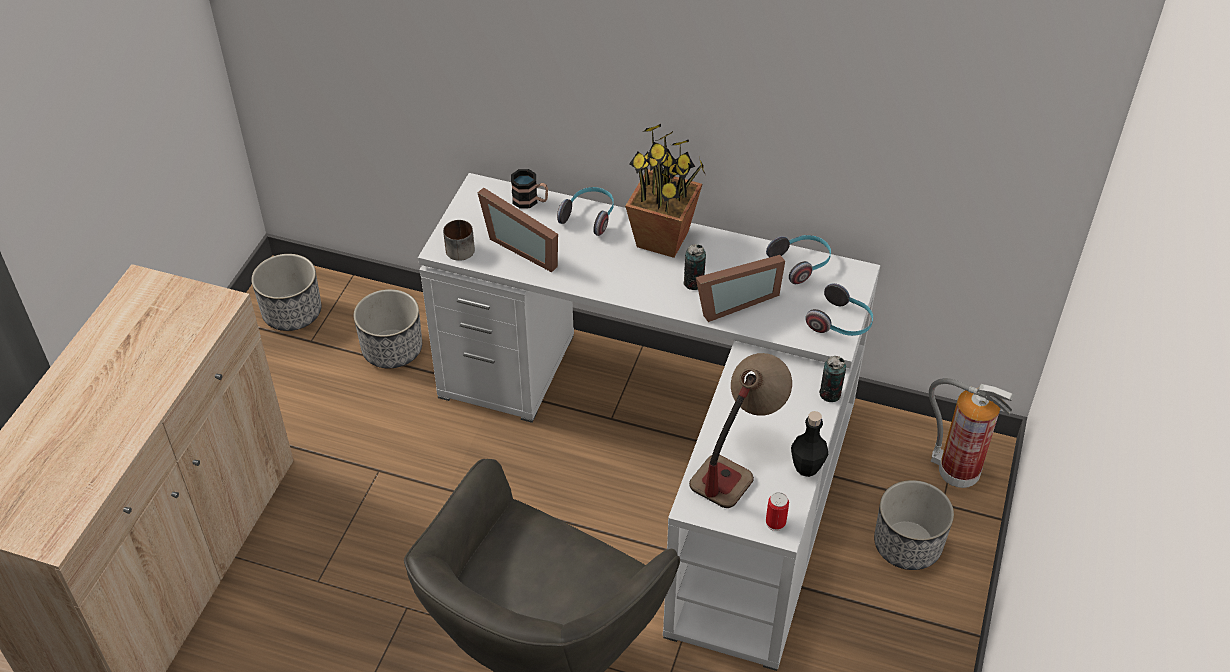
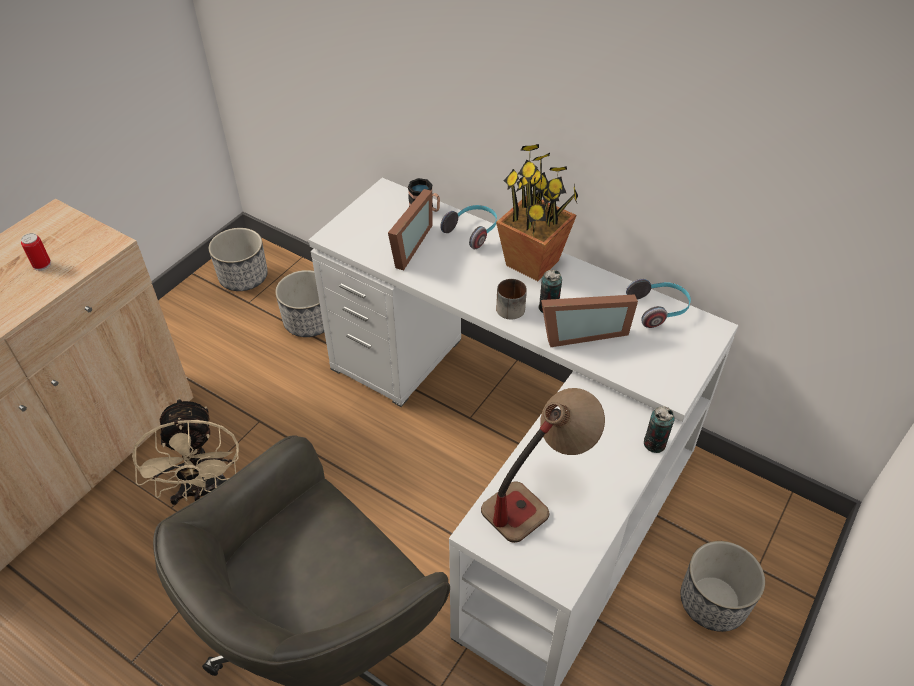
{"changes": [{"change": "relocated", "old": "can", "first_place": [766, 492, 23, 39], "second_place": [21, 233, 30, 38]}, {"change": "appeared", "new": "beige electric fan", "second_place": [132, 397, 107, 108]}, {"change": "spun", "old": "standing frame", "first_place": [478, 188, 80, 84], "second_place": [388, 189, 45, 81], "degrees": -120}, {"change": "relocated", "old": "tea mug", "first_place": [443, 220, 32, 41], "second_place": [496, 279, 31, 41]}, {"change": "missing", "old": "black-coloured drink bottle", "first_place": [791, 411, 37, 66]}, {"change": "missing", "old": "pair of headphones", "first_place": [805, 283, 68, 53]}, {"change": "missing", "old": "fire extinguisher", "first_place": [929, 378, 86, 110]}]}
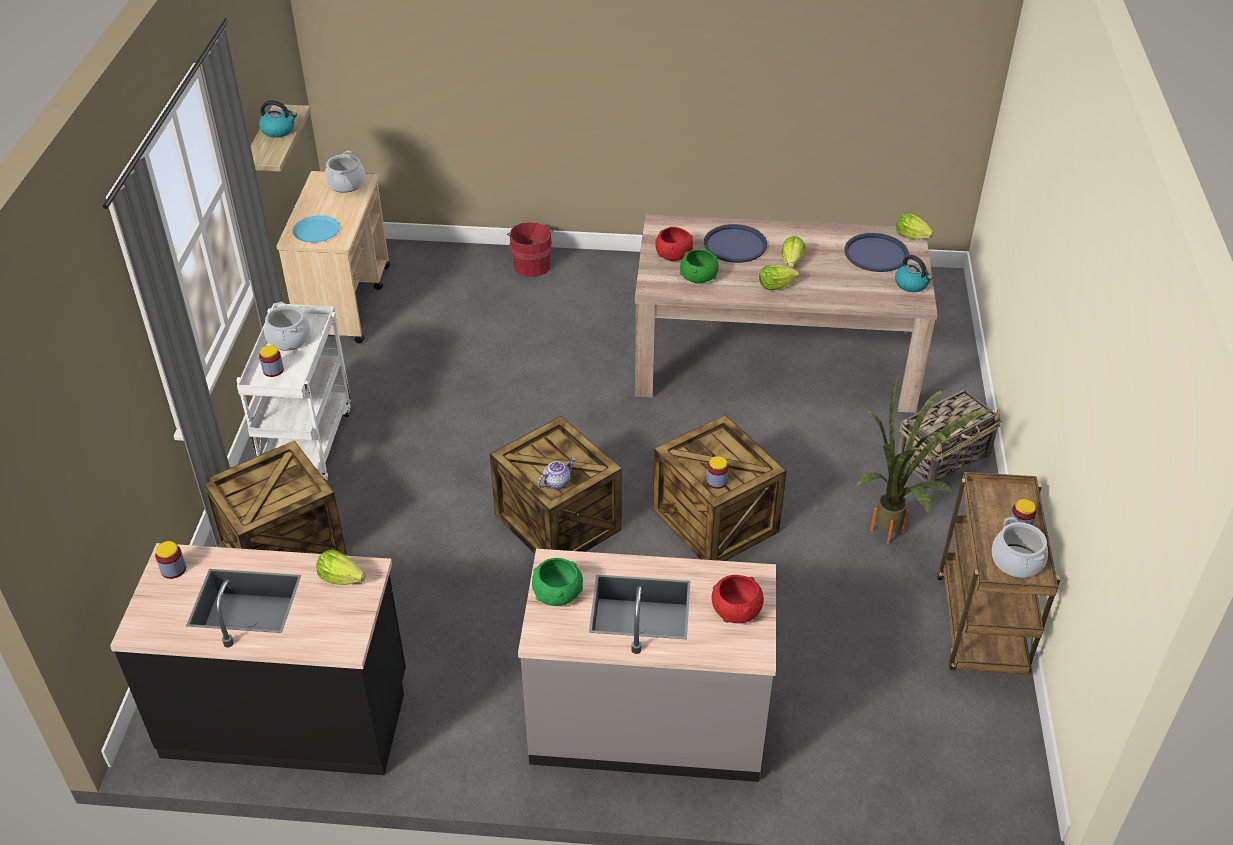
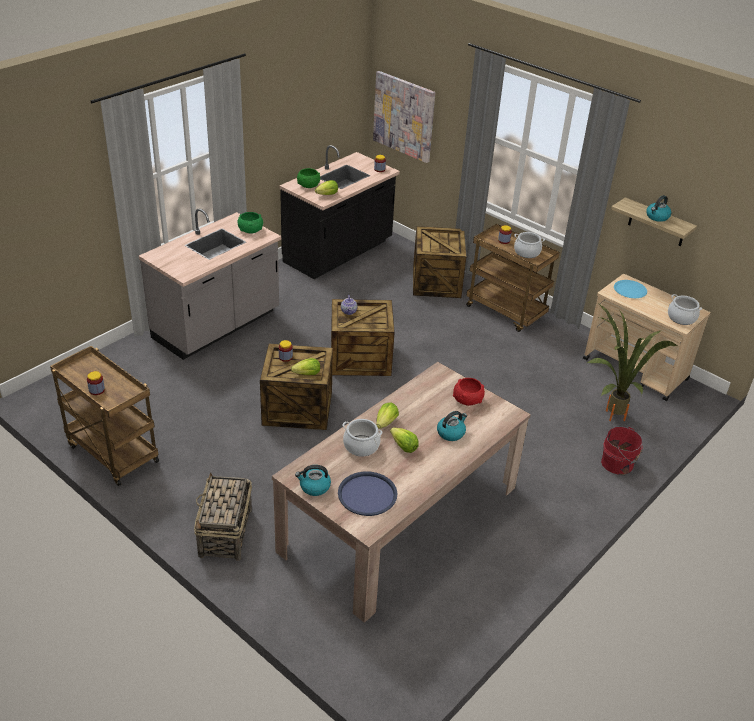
{"changes": [{"change": "relocated", "old": "lettuce head", "first_place": [896, 213, 38, 26], "second_place": [291, 358, 29, 17]}, {"change": "relocated", "old": "greenish deep dish", "first_place": [680, 249, 39, 35], "second_place": [297, 168, 23, 20]}, {"change": "relocated", "old": "stockpot", "first_place": [992, 517, 56, 61], "second_place": [342, 419, 40, 38]}, {"change": "appeared", "new": "picture", "second_place": [373, 71, 62, 92]}, {"change": "exchanged", "old": "blue-coloured serving tray", "new": "tea kettle", "first_place": [704, 224, 63, 39], "second_place": [437, 411, 30, 30]}, {"change": "colour", "old": "white-coloured cart", "new": "brownish cart", "first_place": [236, 303, 115, 180], "second_place": [466, 224, 94, 108]}, {"change": "relocated", "old": "plant in a pot", "first_place": [855, 372, 140, 172], "second_place": [587, 304, 90, 117]}, {"change": "missing", "old": "red deep dish", "first_place": [712, 575, 52, 48]}]}
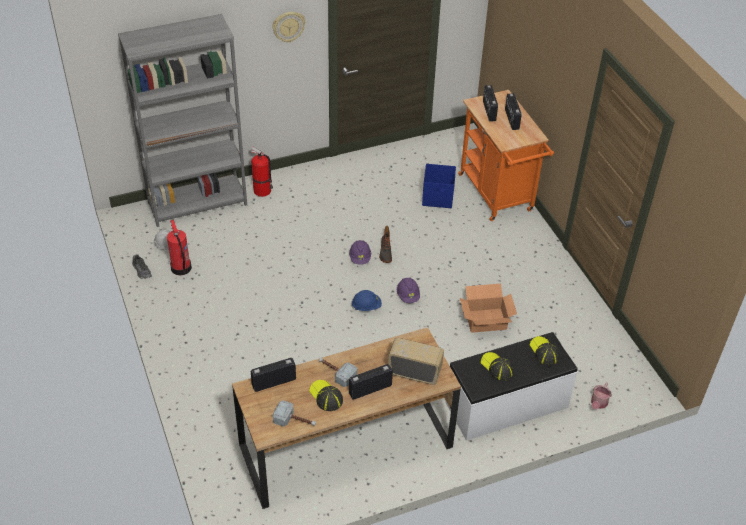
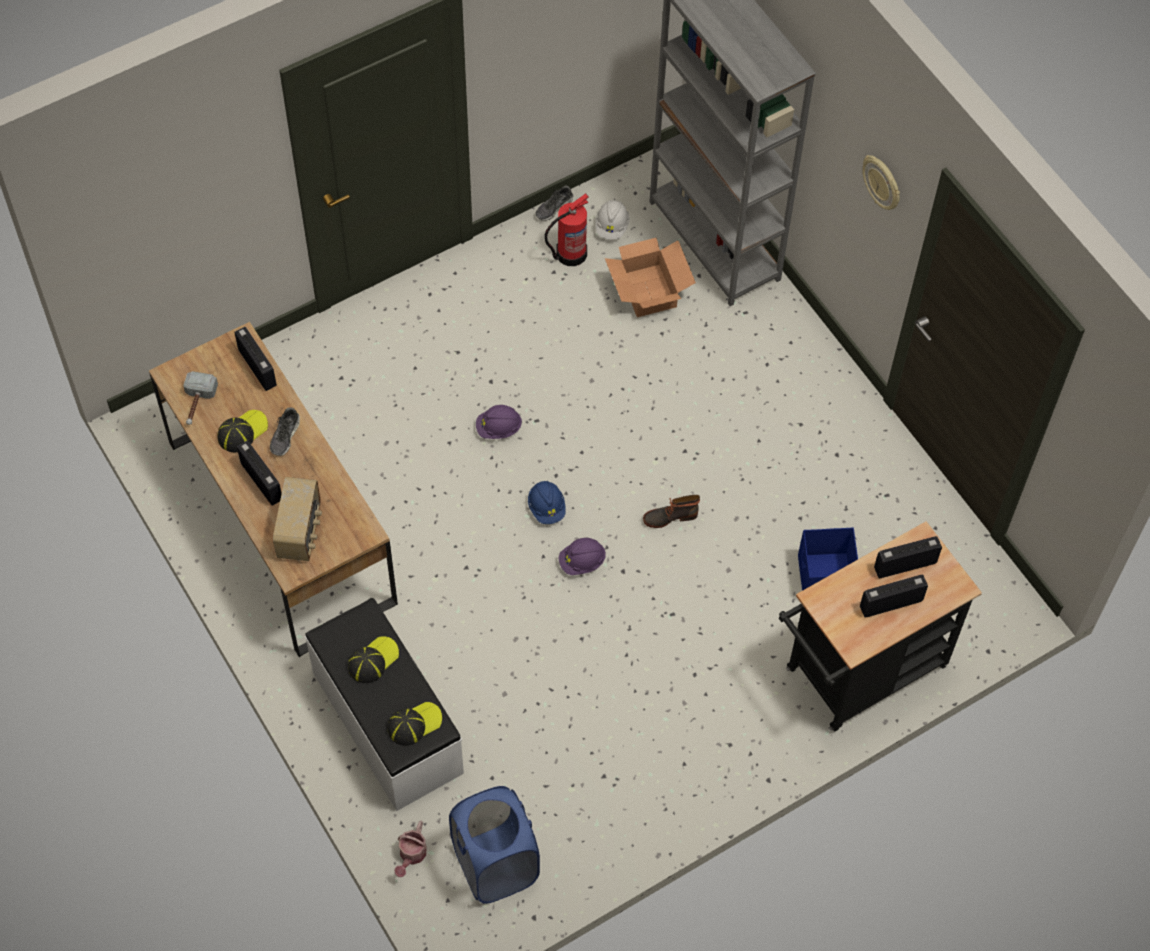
{"changes": [{"change": "exchanged", "old": "hammer", "new": "low shoe", "first_place": [319, 358, 38, 29], "second_place": [270, 408, 30, 48]}, {"change": "spun", "old": "sprinkling can", "first_place": [591, 382, 21, 27], "second_place": [394, 821, 32, 56], "degrees": -90}, {"change": "appeared", "new": "blue-coloured laundry basket", "second_place": [449, 786, 91, 118]}, {"change": "relocated", "old": "purple-coloured hard hat", "first_place": [349, 240, 22, 25], "second_place": [476, 405, 46, 34]}, {"change": "relocated", "old": "carton", "first_place": [460, 284, 57, 49], "second_place": [605, 237, 91, 80]}, {"change": "colour", "old": "orangey cart", "new": "black-coloured cart", "first_place": [458, 90, 96, 131], "second_place": [779, 522, 203, 209]}, {"change": "missing", "old": "fire extinguisher", "first_place": [250, 147, 23, 50]}]}
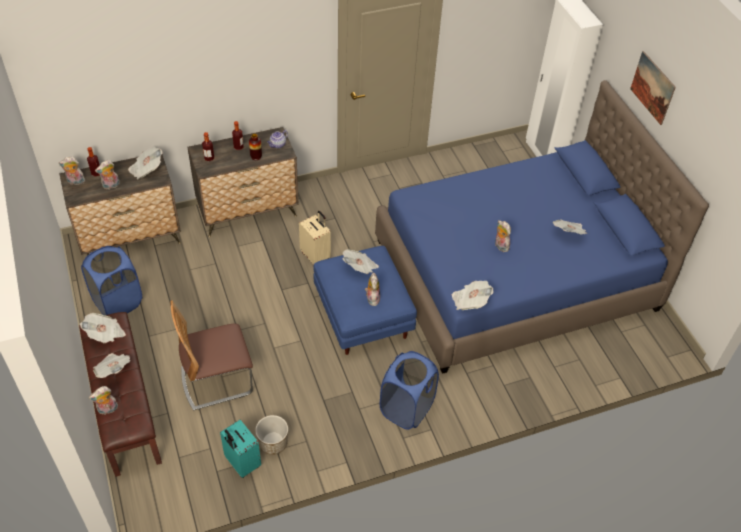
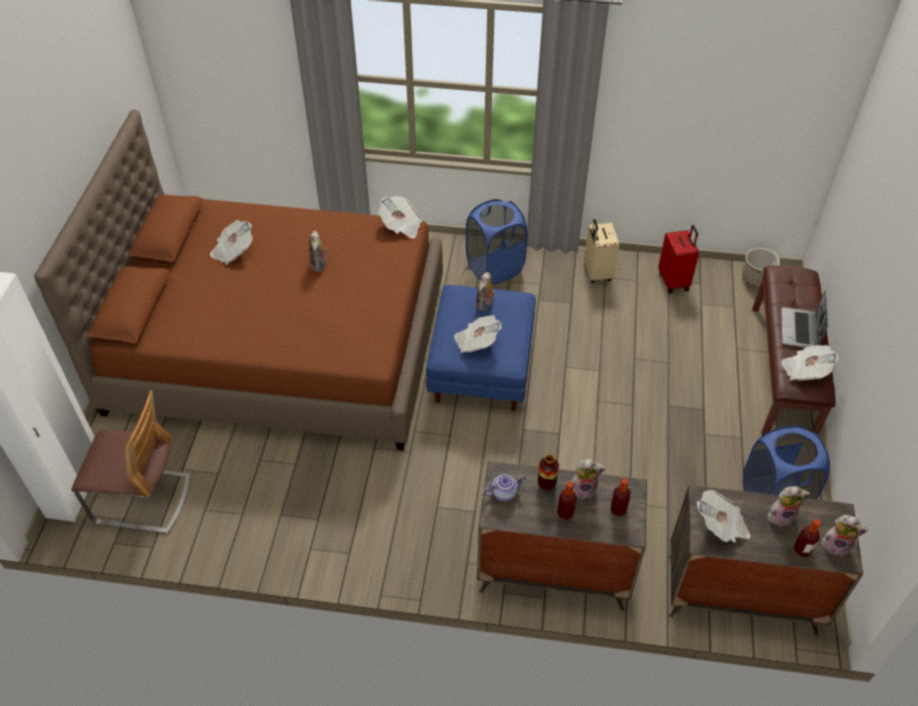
{"changes": [{"change": "colour", "old": "blue-coloured sleeping bed", "new": "brownish sleeping bed", "first_place": [375, 80, 334, 294], "second_place": [34, 109, 409, 342]}, {"change": "relocated", "old": "chair", "first_place": [171, 300, 82, 111], "second_place": [71, 390, 119, 143]}, {"change": "relocated", "old": "cuddly toy", "first_place": [89, 386, 29, 29], "second_place": [571, 459, 35, 40]}, {"change": "relocated", "old": "beige travel case", "first_place": [299, 211, 32, 54], "second_place": [584, 219, 35, 64]}, {"change": "colour", "old": "turquoise-coloured travel case", "new": "red travel case", "first_place": [220, 420, 41, 58], "second_place": [658, 225, 41, 69]}, {"change": "relocated", "old": "plant pot", "first_place": [255, 415, 33, 40], "second_place": [742, 248, 38, 39]}, {"change": "exchanged", "old": "printed paper", "new": "laptop", "first_place": [93, 353, 37, 25], "second_place": [781, 290, 47, 58]}, {"change": "missing", "old": "picture", "first_place": [630, 51, 46, 74]}]}
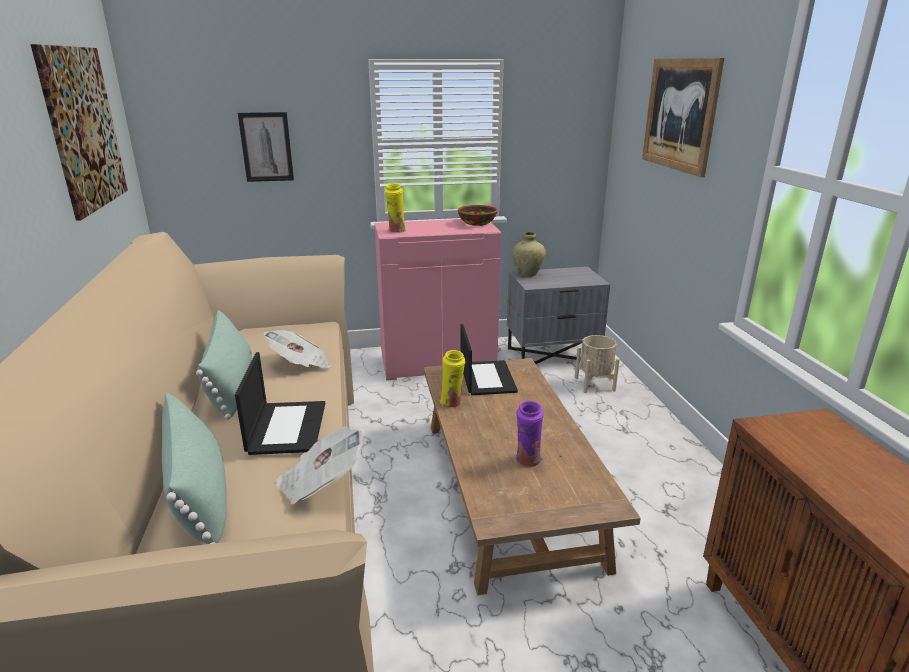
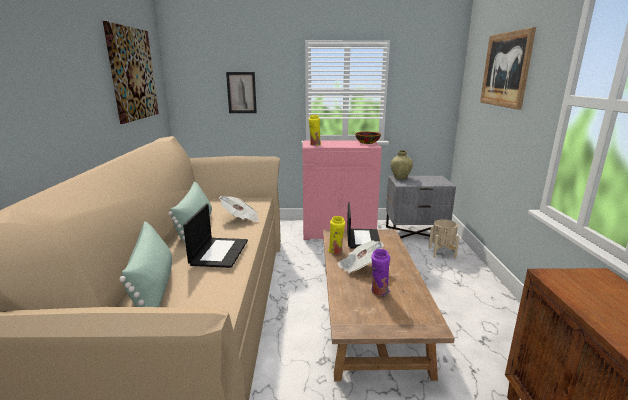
{"changes": [{"change": "relocated", "old": "printed paper", "first_place": [276, 426, 88, 79], "second_place": [337, 240, 47, 33]}]}
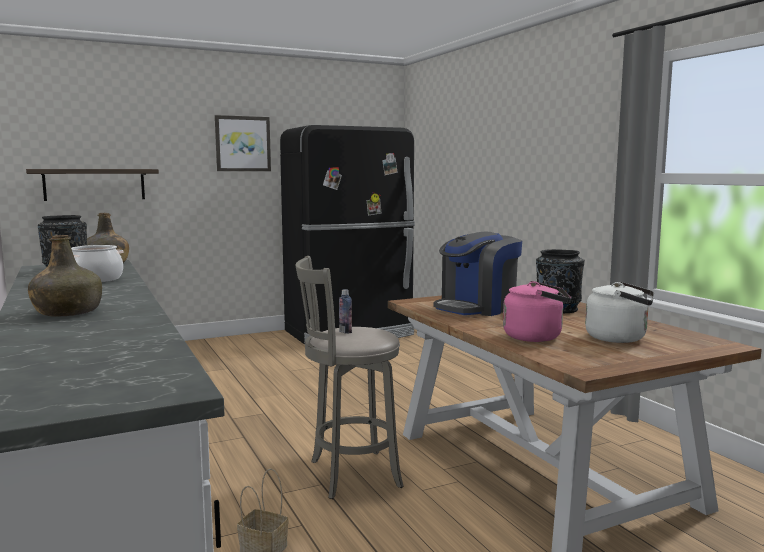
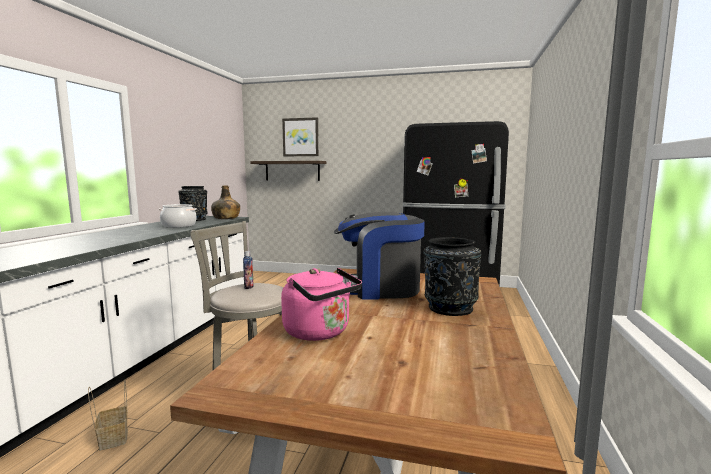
{"changes": [{"change": "relocated", "old": "picture", "first_place": [215, 115, 56, 56], "second_place": [282, 117, 37, 39]}, {"change": "missing", "old": "greenish drink bottle", "first_place": [28, 235, 74, 81]}, {"change": "missing", "old": "white-coloured tea kettle", "first_place": [585, 282, 69, 61]}]}
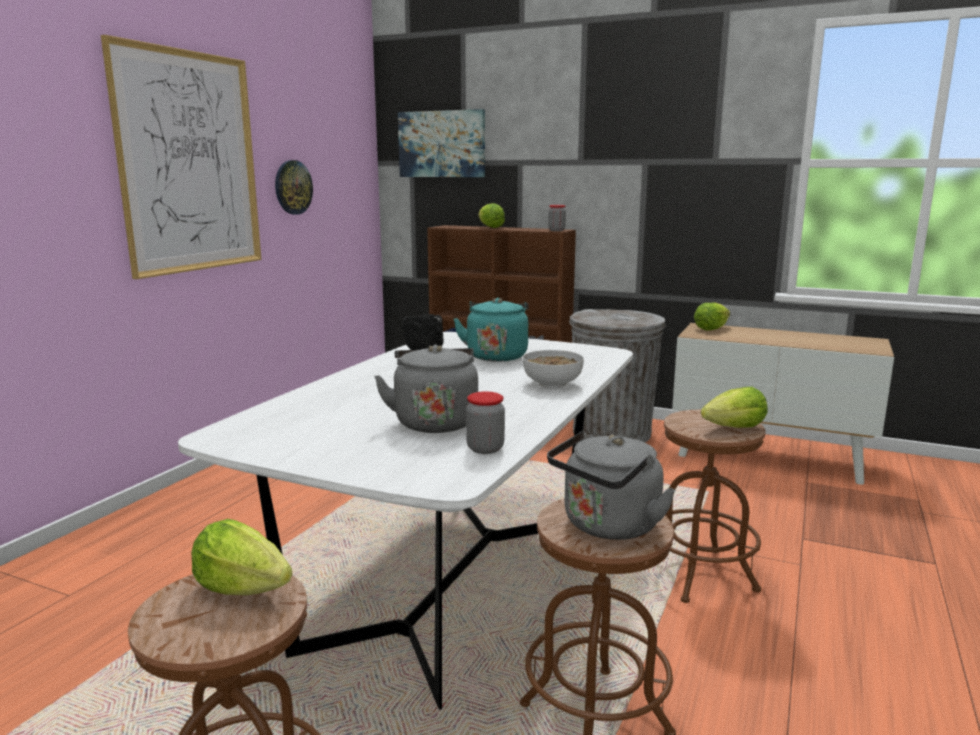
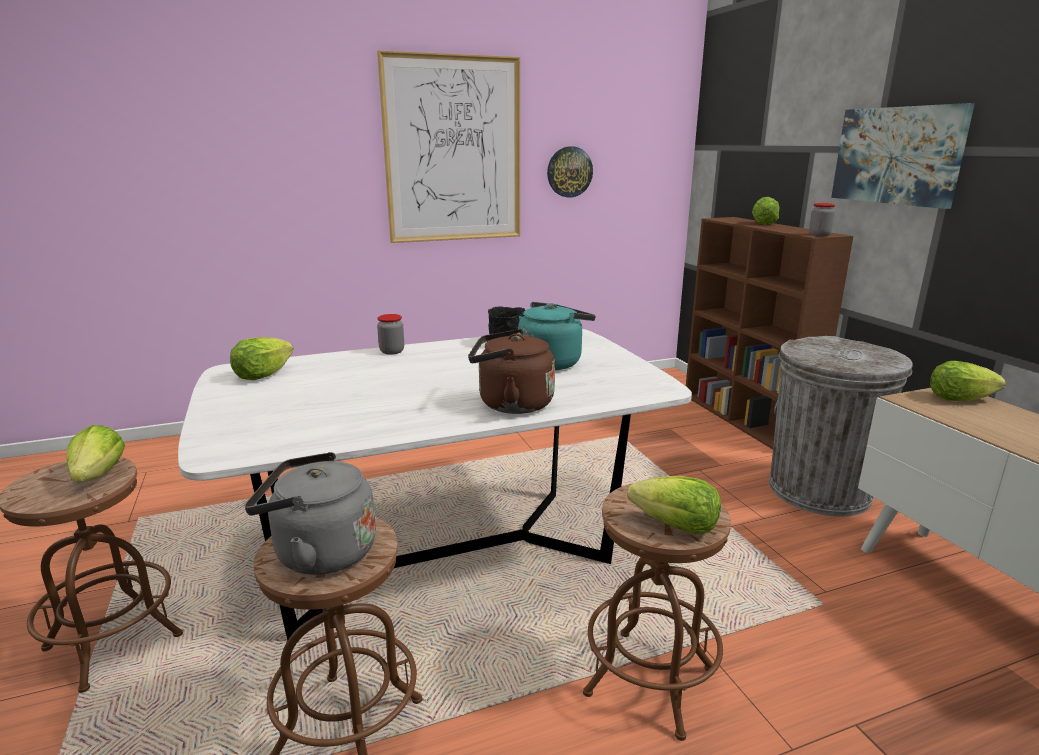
{"changes": [{"change": "appeared", "new": "lettuce head", "second_place": [230, 337, 64, 43]}, {"change": "relocated", "old": "preserve jar", "first_place": [466, 391, 39, 63], "second_place": [377, 314, 27, 41]}, {"change": "exchanged", "old": "deep dish", "new": "brownish tea kettle", "first_place": [523, 350, 61, 38], "second_place": [468, 329, 87, 85]}, {"change": "relocated", "old": "picture", "first_place": [398, 109, 87, 68], "second_place": [831, 103, 144, 106]}, {"change": "missing", "old": "gray tea kettle", "first_place": [374, 344, 104, 89]}]}
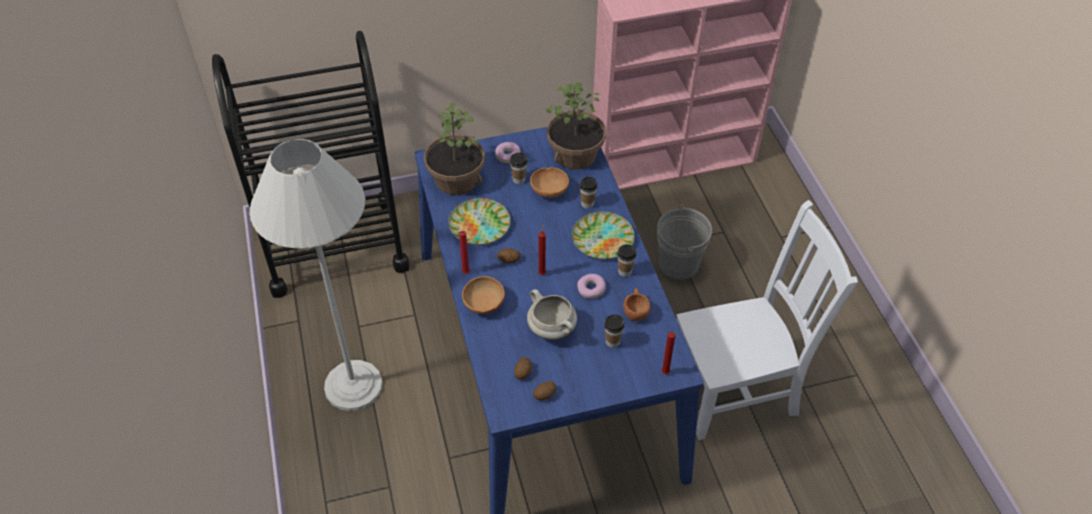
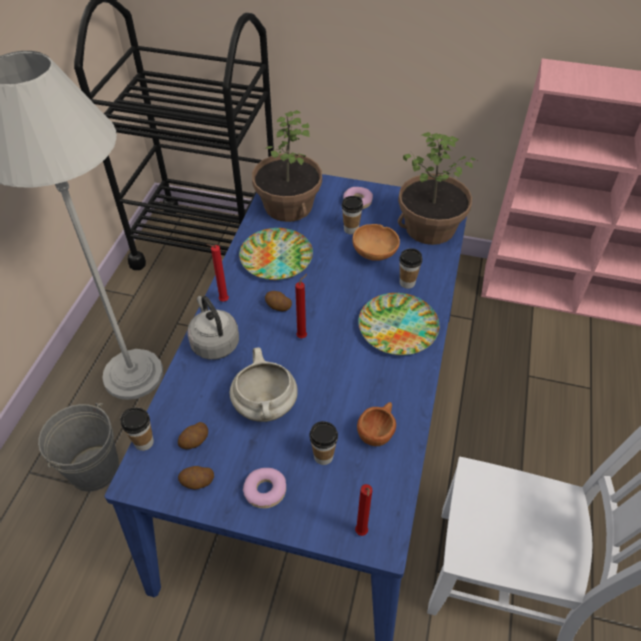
{"changes": [{"change": "relocated", "old": "gray bucket", "first_place": [657, 205, 55, 75], "second_place": [38, 403, 81, 89]}, {"change": "relocated", "old": "drinking cup", "first_place": [617, 244, 19, 33], "second_place": [120, 407, 34, 44]}, {"change": "exchanged", "old": "brownish deep dish", "new": "gray tea kettle", "first_place": [462, 276, 43, 38], "second_place": [187, 296, 52, 64]}, {"change": "relocated", "old": "donut", "first_place": [577, 274, 29, 25], "second_place": [243, 468, 43, 40]}]}
